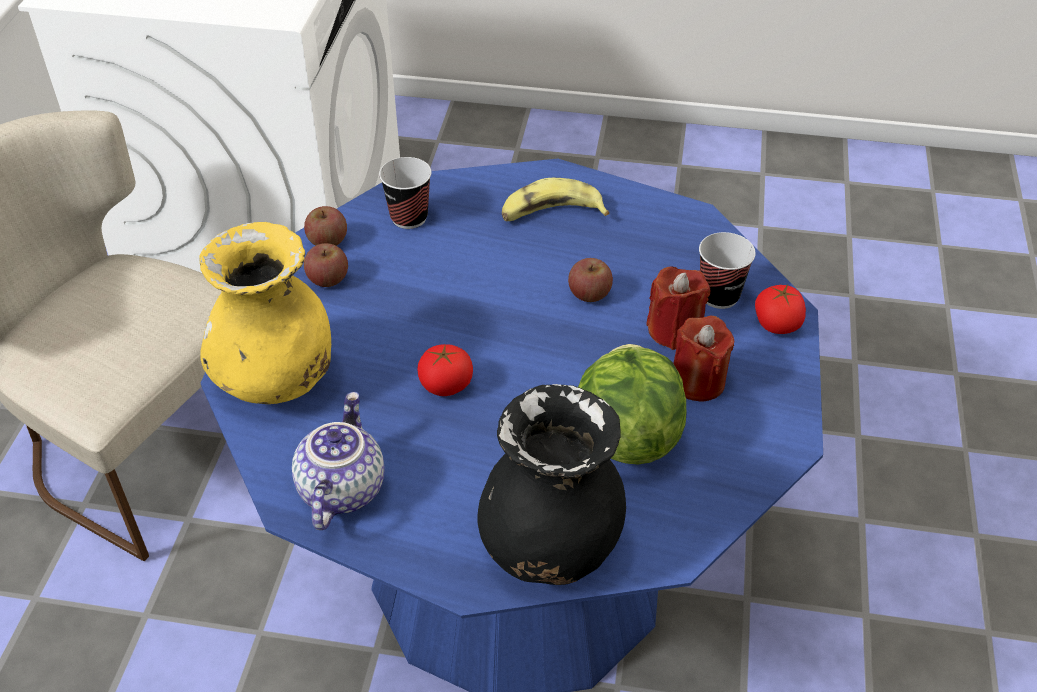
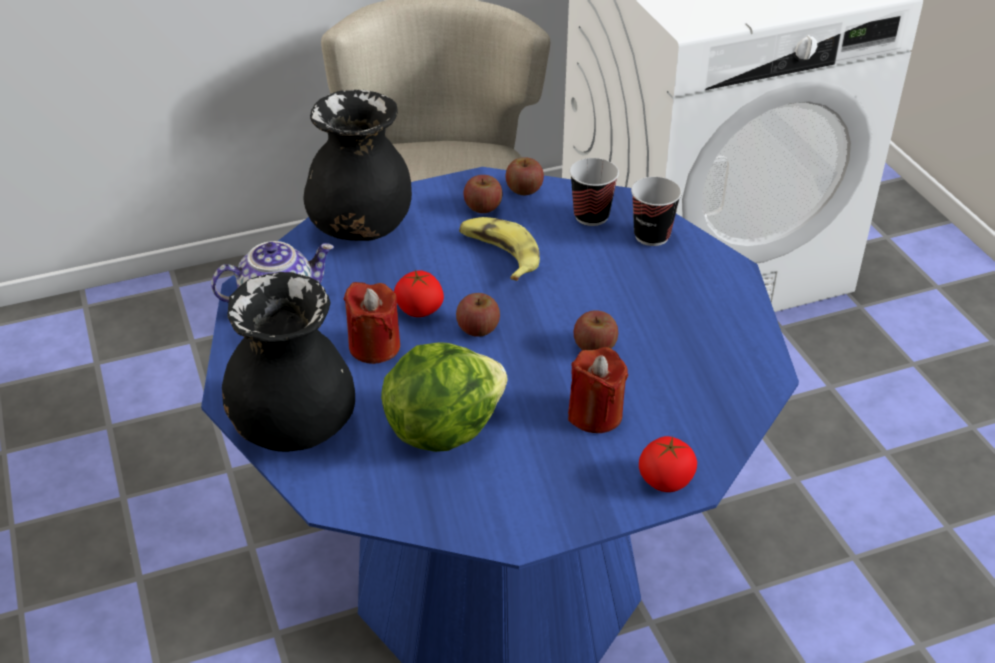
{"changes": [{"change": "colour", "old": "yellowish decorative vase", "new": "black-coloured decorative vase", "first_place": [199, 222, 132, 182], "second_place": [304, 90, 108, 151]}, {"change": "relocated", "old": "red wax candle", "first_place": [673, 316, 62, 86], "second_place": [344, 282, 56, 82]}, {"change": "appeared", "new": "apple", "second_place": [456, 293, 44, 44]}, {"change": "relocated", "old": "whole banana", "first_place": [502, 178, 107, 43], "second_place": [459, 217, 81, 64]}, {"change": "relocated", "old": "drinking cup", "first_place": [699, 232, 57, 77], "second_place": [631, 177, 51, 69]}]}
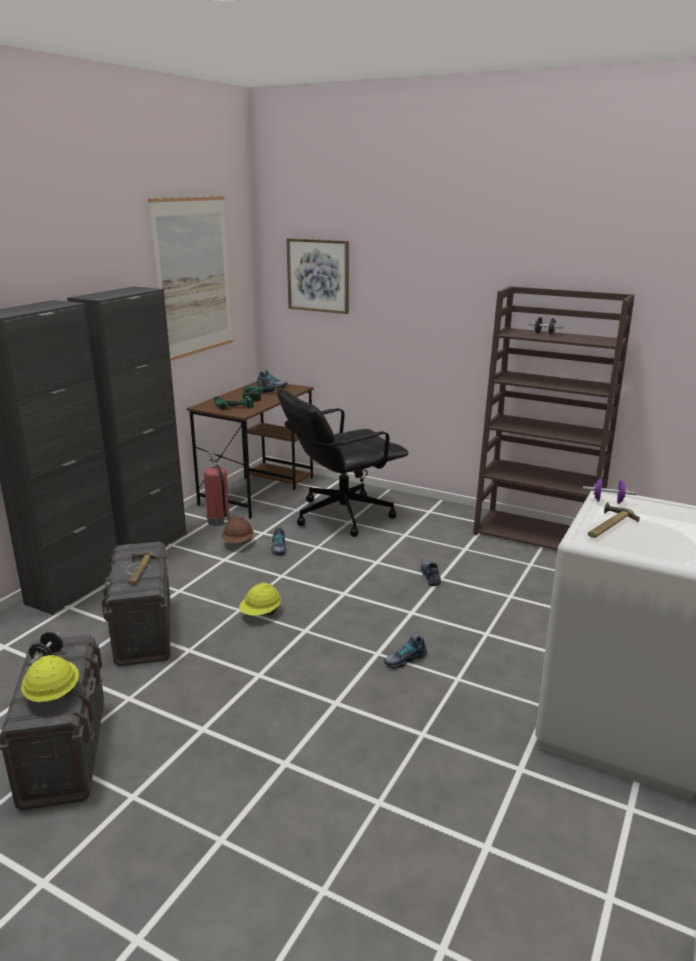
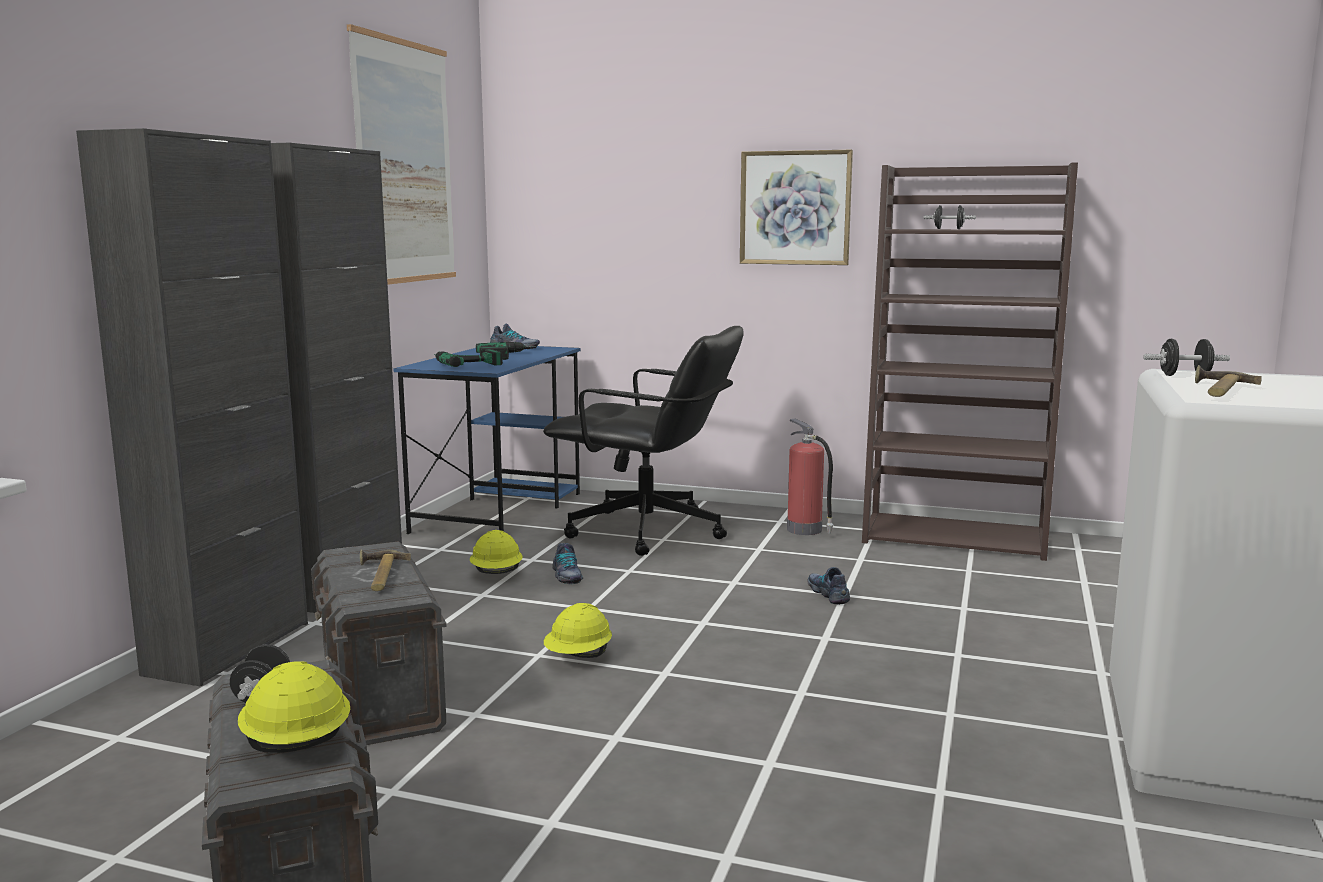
{"changes": [{"change": "colour", "old": "brownish desk table", "new": "blue-coloured desk table", "first_place": [187, 381, 127, 138], "second_place": [394, 346, 187, 188]}, {"change": "colour", "old": "brownish hard hat", "new": "yellowish hard hat", "first_place": [222, 517, 32, 26], "second_place": [470, 530, 53, 44]}, {"change": "spun", "old": "black-coloured computer chair", "first_place": [277, 389, 131, 148], "second_place": [543, 326, 201, 230], "degrees": -120}, {"change": "relocated", "old": "picture", "first_place": [286, 238, 63, 76], "second_place": [740, 150, 113, 115]}, {"change": "relocated", "old": "fire extinguisher", "first_place": [204, 450, 26, 76], "second_place": [787, 419, 47, 116]}, {"change": "colour", "old": "purple-coloured free weight", "new": "black-coloured free weight", "first_place": [583, 478, 54, 26], "second_place": [1143, 339, 87, 37]}, {"change": "missing", "old": "low shoe", "first_place": [384, 636, 43, 32]}]}
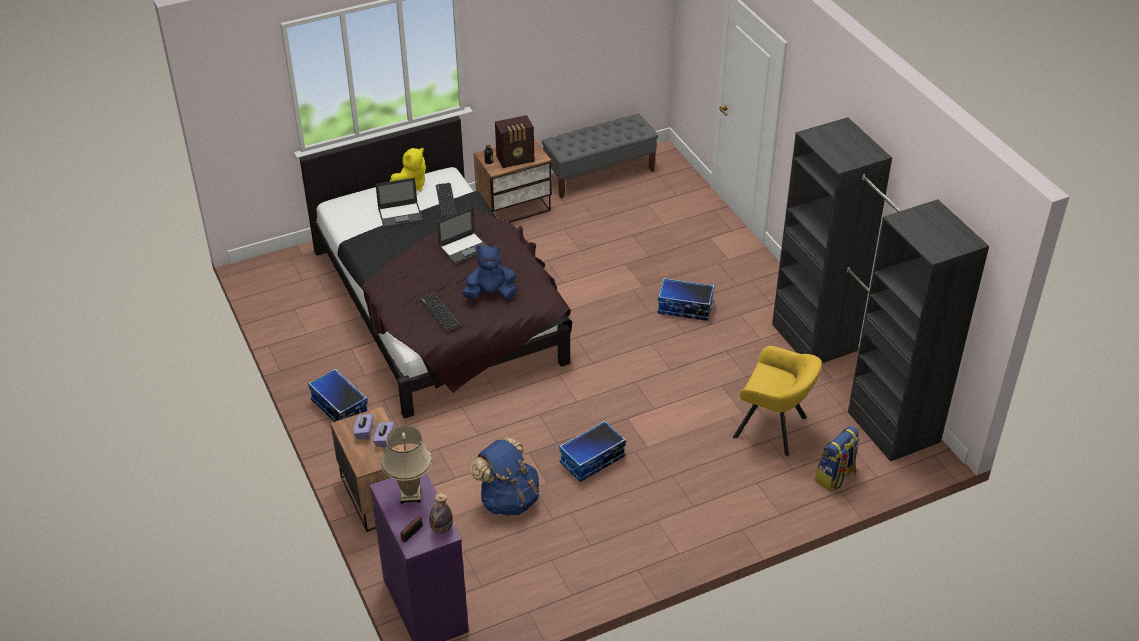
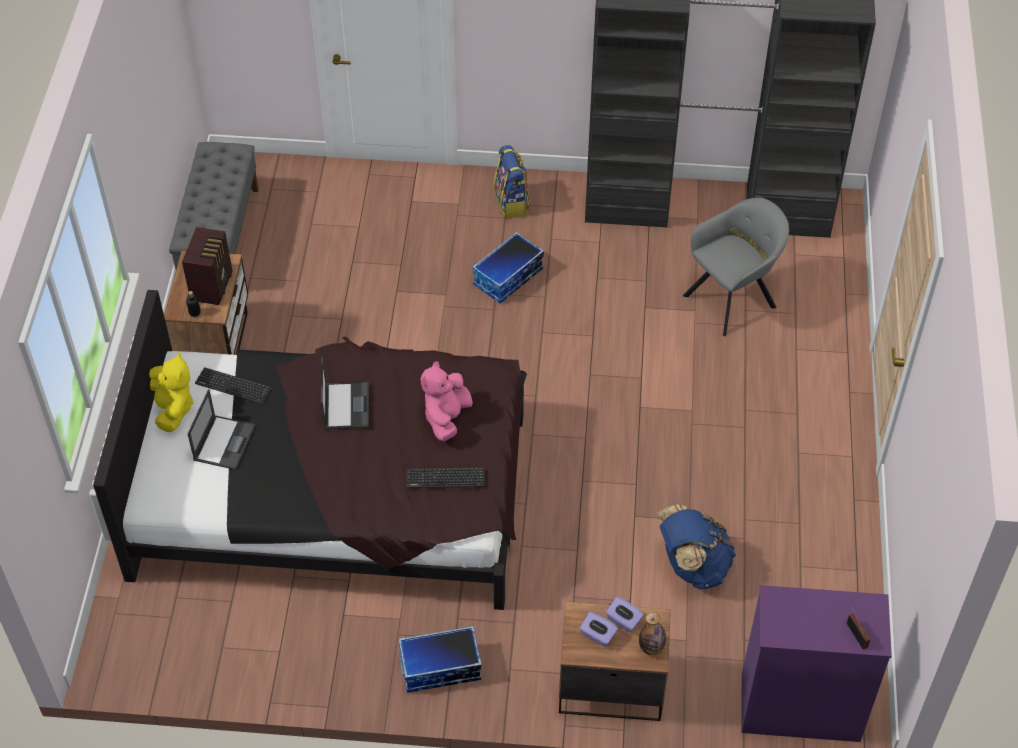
{"changes": [{"change": "colour", "old": "blue-coloured cuddly toy", "new": "pinkish cuddly toy", "first_place": [462, 245, 55, 54], "second_place": [421, 361, 52, 80]}, {"change": "relocated", "old": "rucksack", "first_place": [815, 426, 45, 66], "second_place": [494, 145, 36, 74]}, {"change": "relocated", "old": "drink bottle", "first_place": [429, 493, 24, 41], "second_place": [639, 613, 27, 43]}, {"change": "colour", "old": "yellowish lounge chair", "new": "gray lounge chair", "first_place": [733, 346, 89, 111], "second_place": [683, 197, 106, 139]}, {"change": "missing", "old": "beige table lamp", "first_place": [381, 426, 51, 78]}, {"change": "missing", "old": "storage container", "first_place": [559, 420, 67, 62]}]}
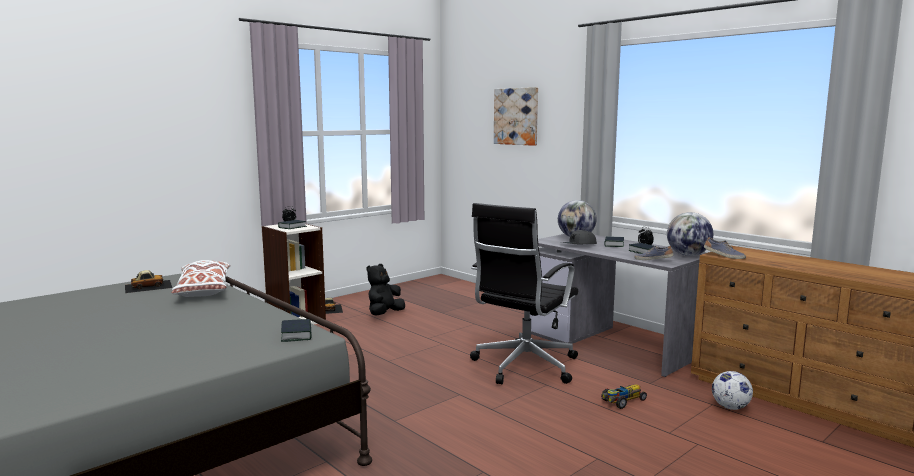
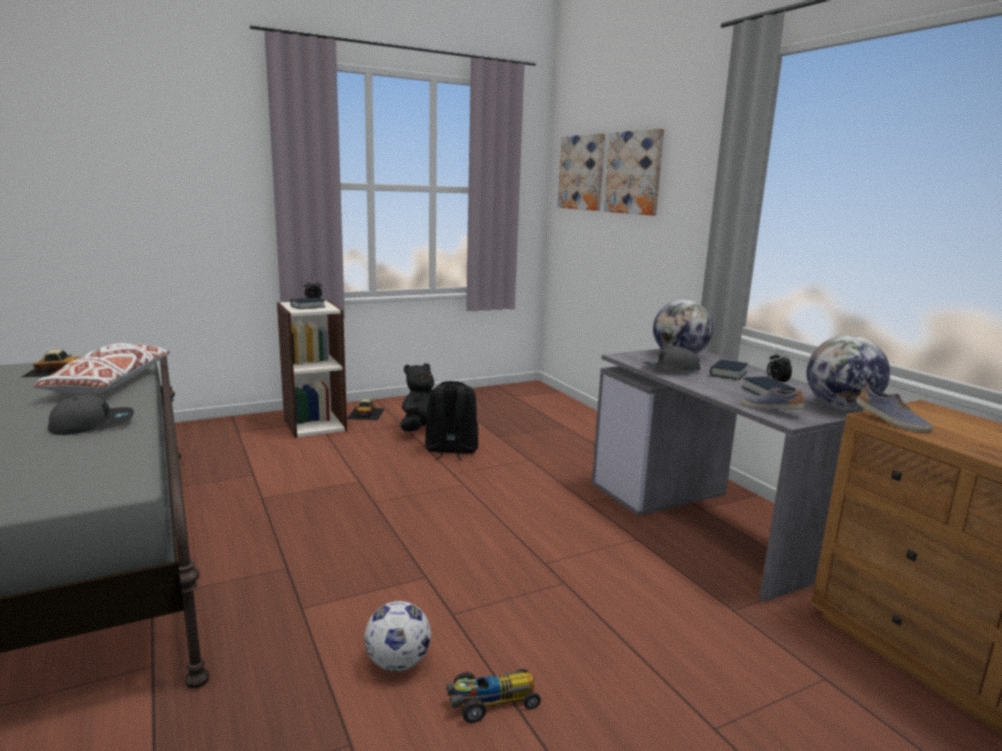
{"changes": [{"change": "appeared", "new": "gray peaked cap", "second_place": [48, 395, 86, 40]}, {"change": "relocated", "old": "football", "first_place": [712, 371, 41, 39], "second_place": [364, 601, 67, 71]}, {"change": "appeared", "new": "black-coloured rucksack", "second_place": [425, 381, 53, 80]}, {"change": "relocated", "old": "toy car", "first_place": [601, 385, 46, 24], "second_place": [447, 669, 94, 54]}, {"change": "appeared", "new": "picture", "second_place": [557, 133, 48, 78]}, {"change": "missing", "old": "book", "first_place": [281, 319, 31, 23]}, {"change": "missing", "old": "black-coloured computer chair", "first_place": [470, 203, 108, 181]}]}
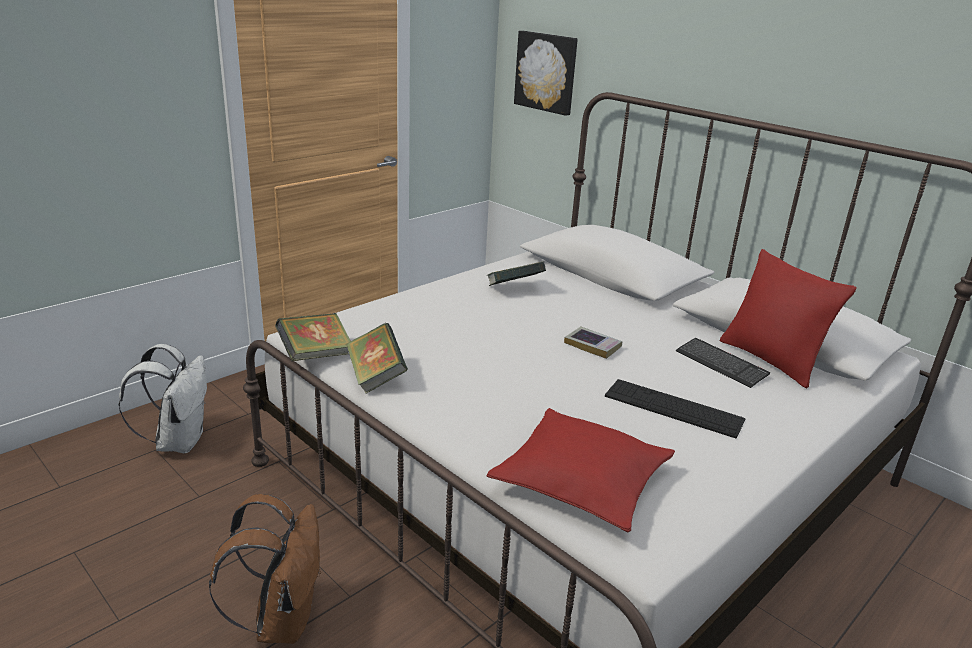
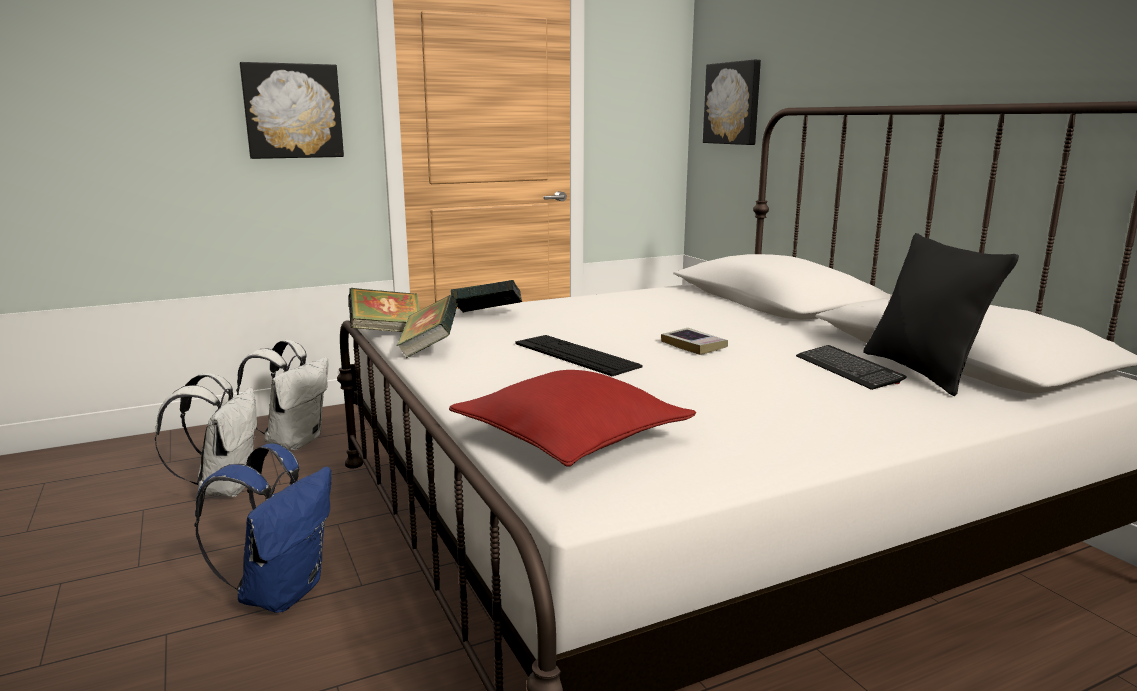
{"changes": [{"change": "appeared", "new": "white-coloured rucksack", "second_place": [155, 373, 102, 124]}, {"change": "colour", "old": "brownish rucksack", "new": "blue-coloured rucksack", "first_place": [209, 494, 112, 150], "second_place": [194, 443, 137, 170]}, {"change": "appeared", "new": "picture", "second_place": [240, 62, 104, 97]}, {"change": "relocated", "old": "book", "first_place": [488, 262, 58, 24], "second_place": [451, 280, 71, 33]}, {"change": "relocated", "old": "keyboard", "first_place": [605, 379, 140, 59], "second_place": [516, 335, 126, 41]}, {"change": "colour", "old": "red pillow", "new": "black-coloured pillow", "first_place": [720, 249, 137, 140], "second_place": [863, 233, 156, 163]}]}
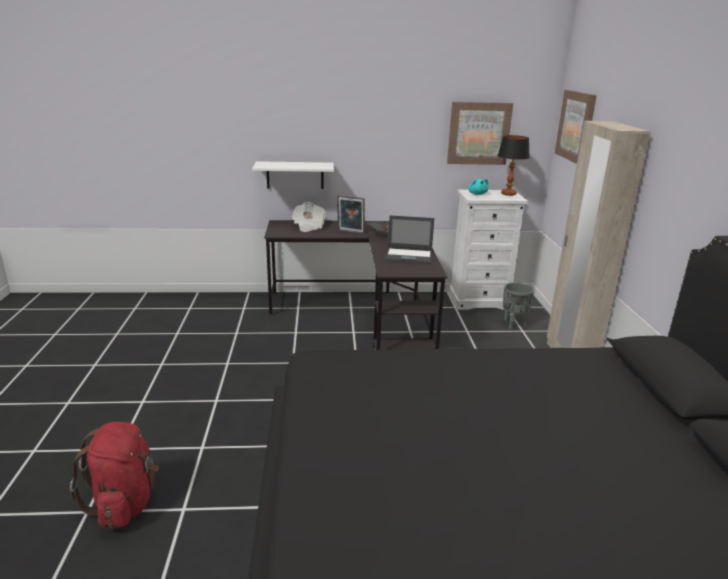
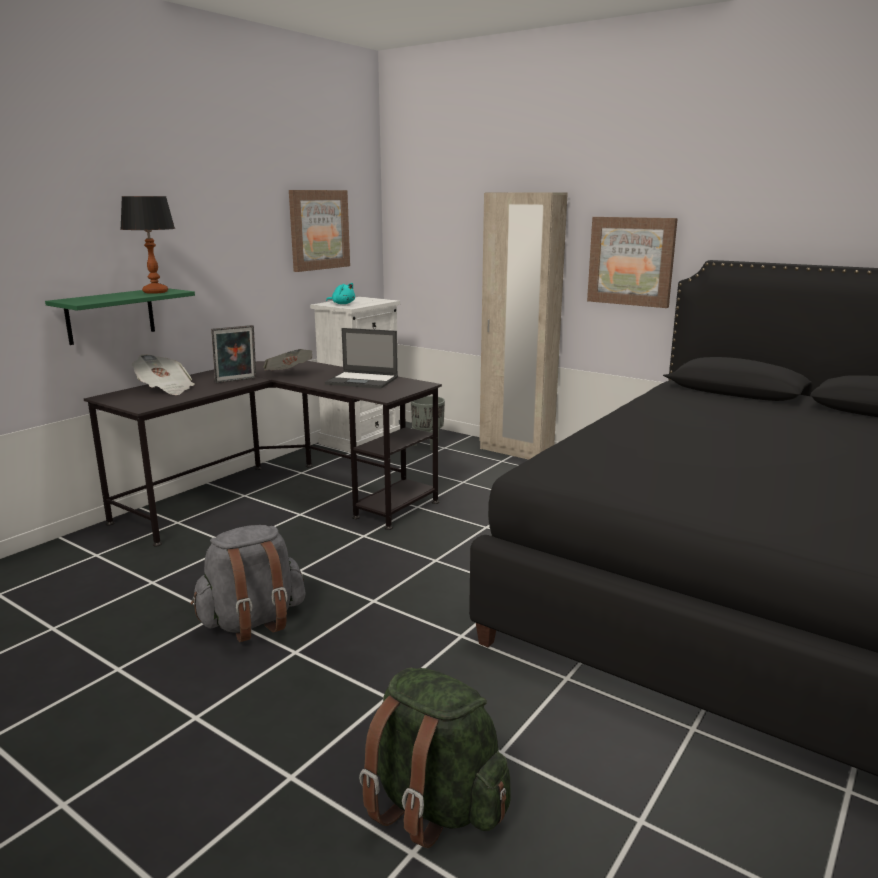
{"changes": [{"change": "colour", "old": "white-coloured bracket shelf", "new": "greenish bracket shelf", "first_place": [252, 161, 82, 28], "second_place": [45, 288, 150, 57]}, {"change": "relocated", "old": "table lamp", "first_place": [497, 135, 33, 61], "second_place": [120, 196, 55, 98]}, {"change": "appeared", "new": "gray rucksack", "second_place": [191, 525, 115, 117]}, {"change": "spun", "old": "laptop", "first_place": [385, 215, 49, 49], "second_place": [325, 328, 73, 61], "degrees": 60}, {"change": "colour", "old": "red rucksack", "new": "greenish rucksack", "first_place": [70, 422, 89, 107], "second_place": [359, 668, 152, 180]}, {"change": "relocated", "old": "picture", "first_place": [555, 90, 42, 74], "second_place": [587, 217, 91, 91]}]}
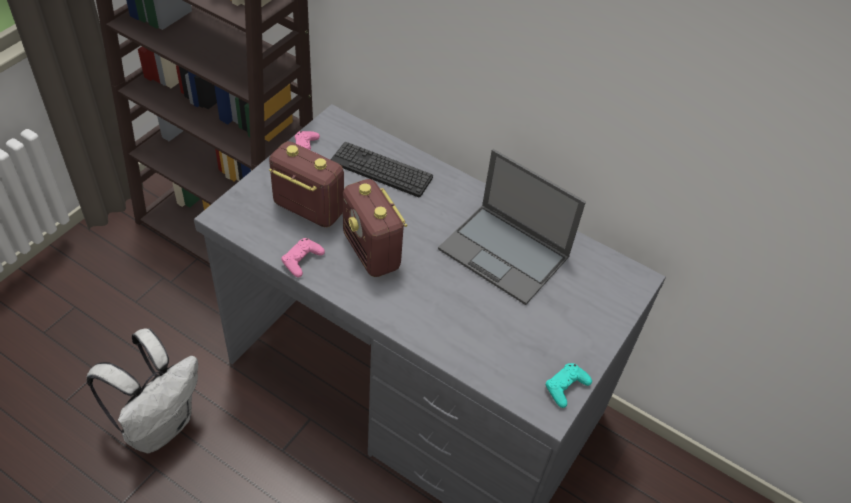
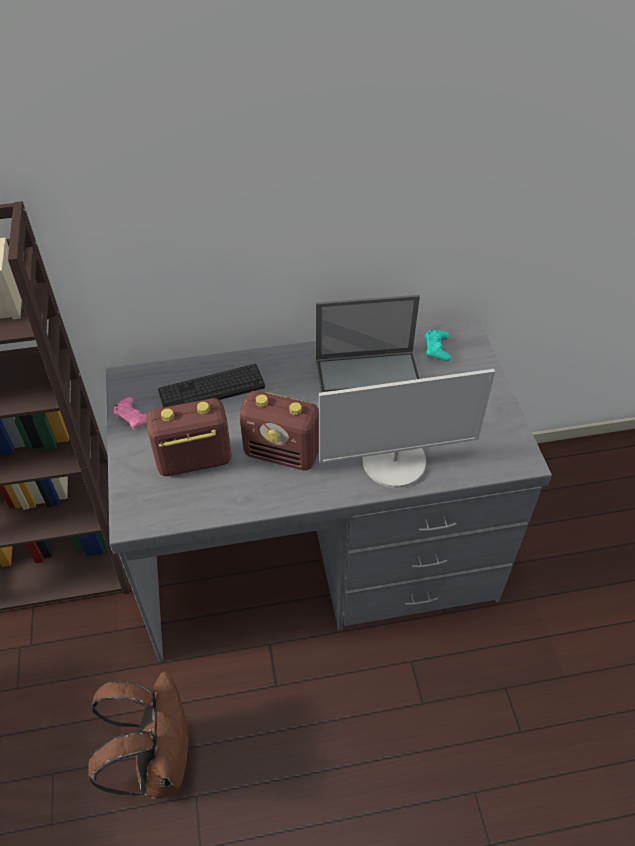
{"changes": [{"change": "colour", "old": "white-coloured rucksack", "new": "brownish rucksack", "first_place": [87, 328, 111, 126], "second_place": [88, 671, 103, 128]}, {"change": "appeared", "new": "monitor", "second_place": [319, 369, 176, 119]}, {"change": "relocated", "old": "turquoise-coloured joypad", "first_place": [546, 363, 46, 45], "second_place": [425, 330, 26, 31]}, {"change": "missing", "old": "pinkish joypad", "first_place": [281, 238, 44, 39]}]}
